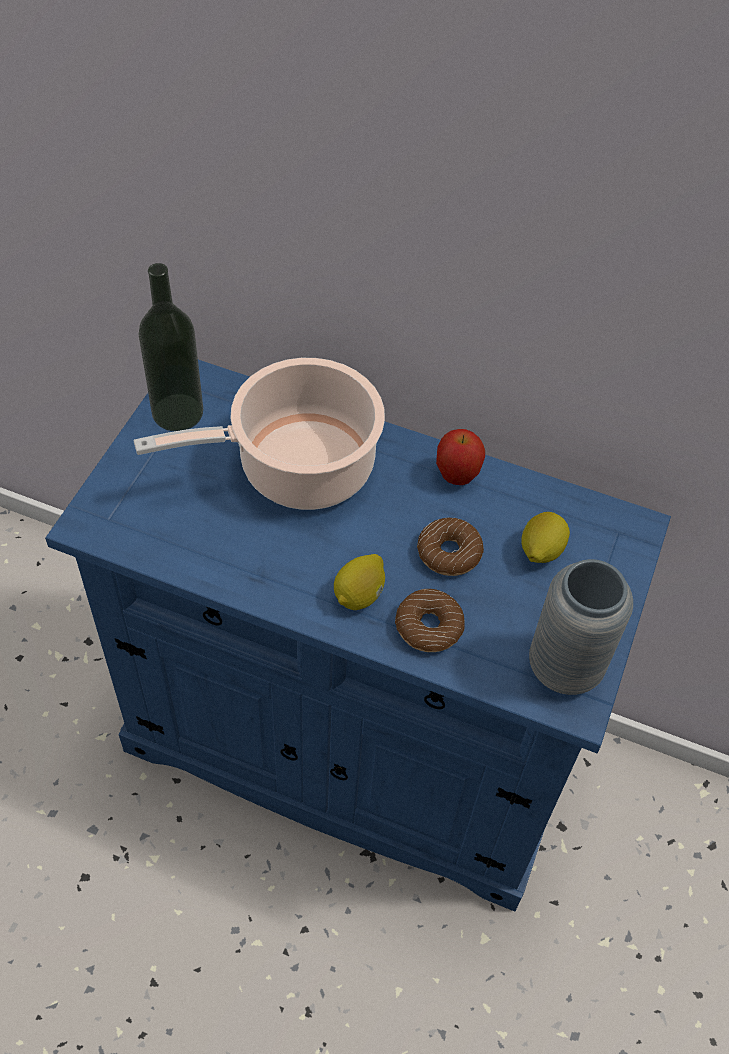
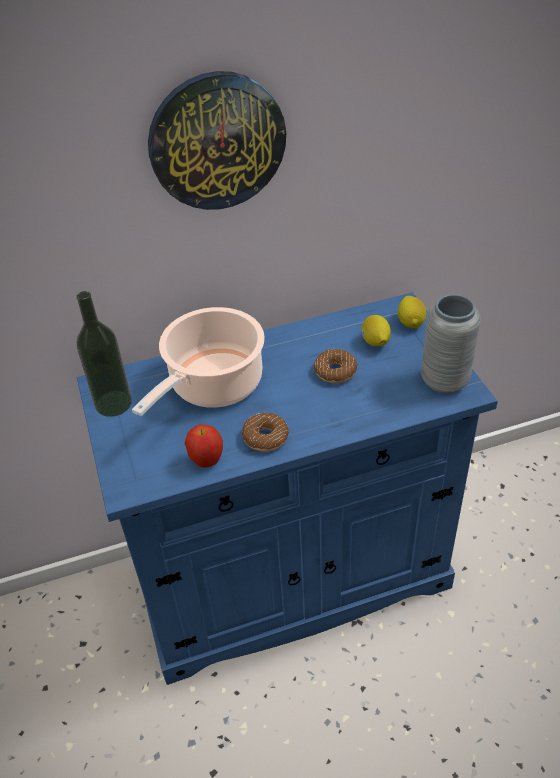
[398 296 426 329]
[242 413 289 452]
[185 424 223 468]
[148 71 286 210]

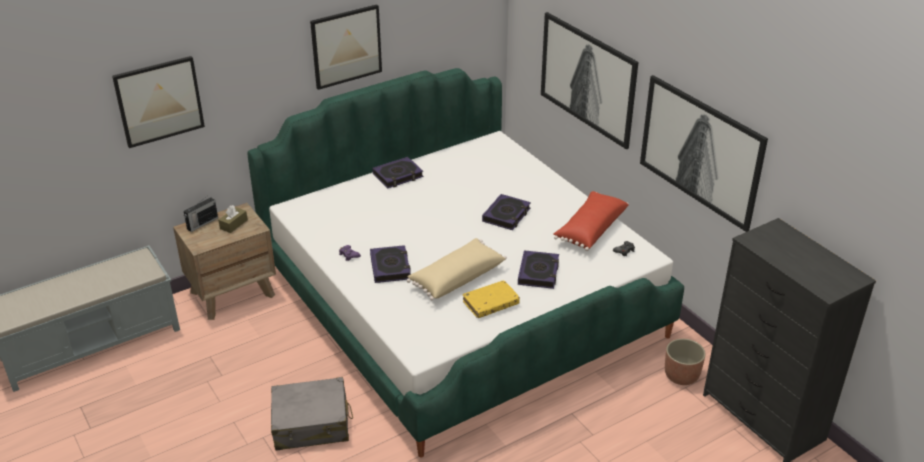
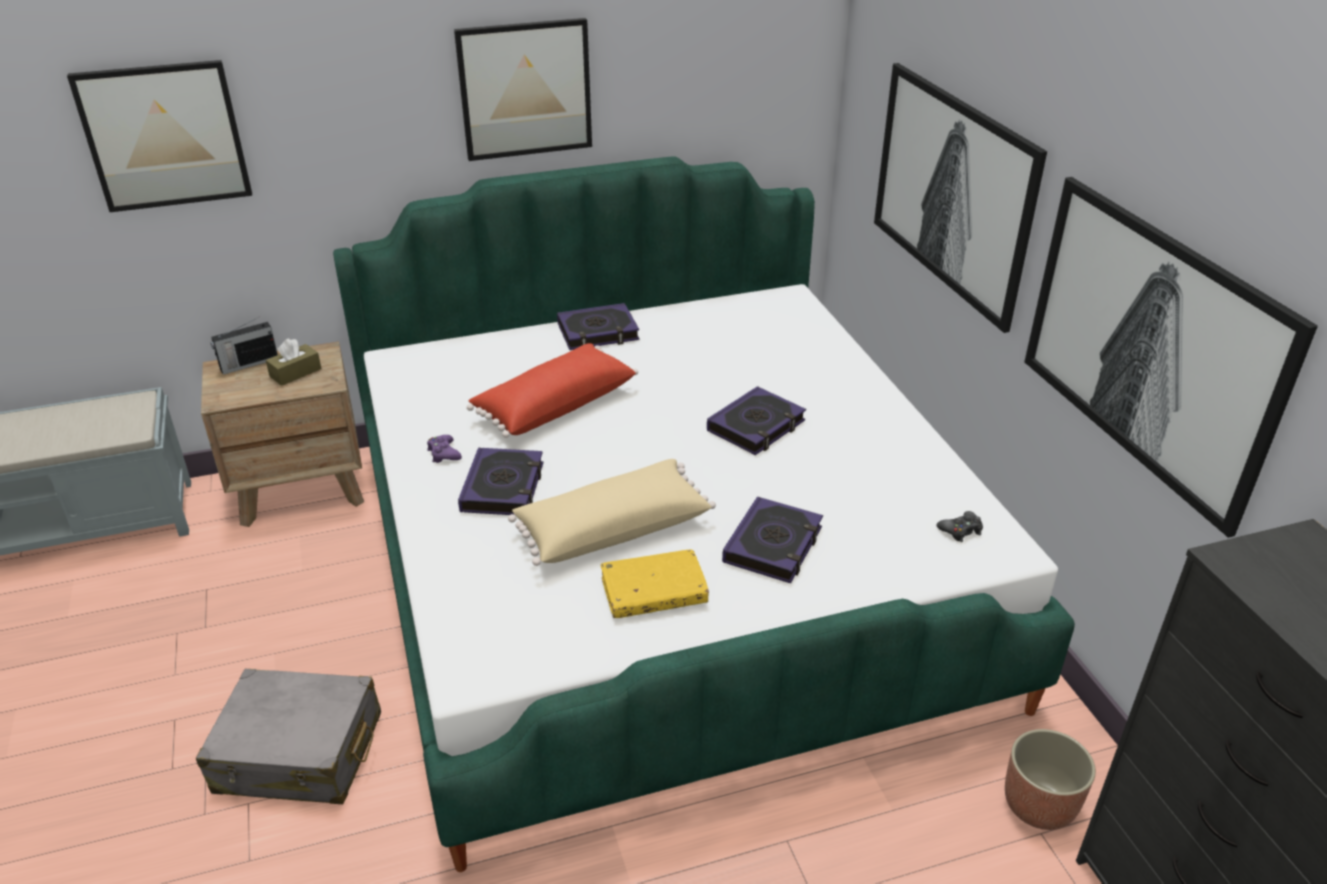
[467 343 638 438]

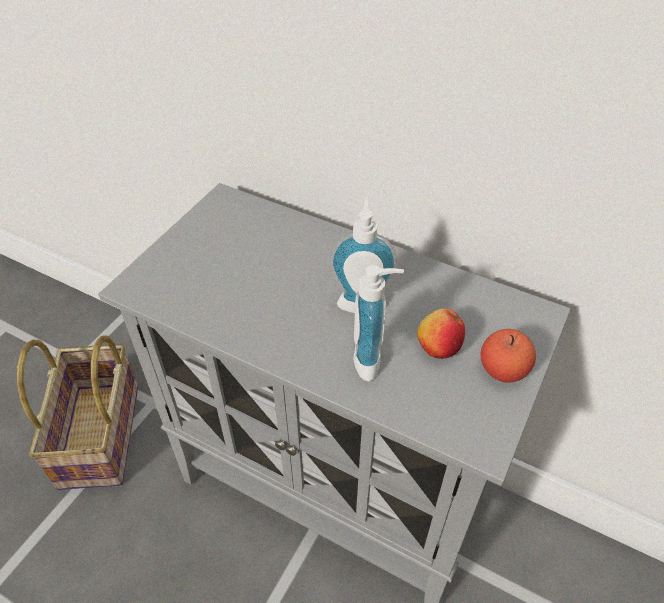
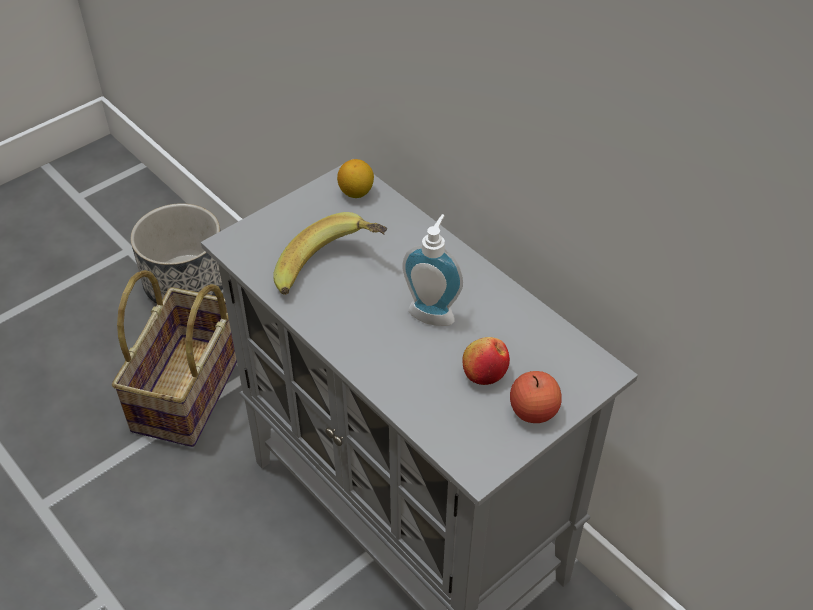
[353 265 404 381] (first image)
[130 203 223 304]
[273 212 387 295]
[337 159 374 198]

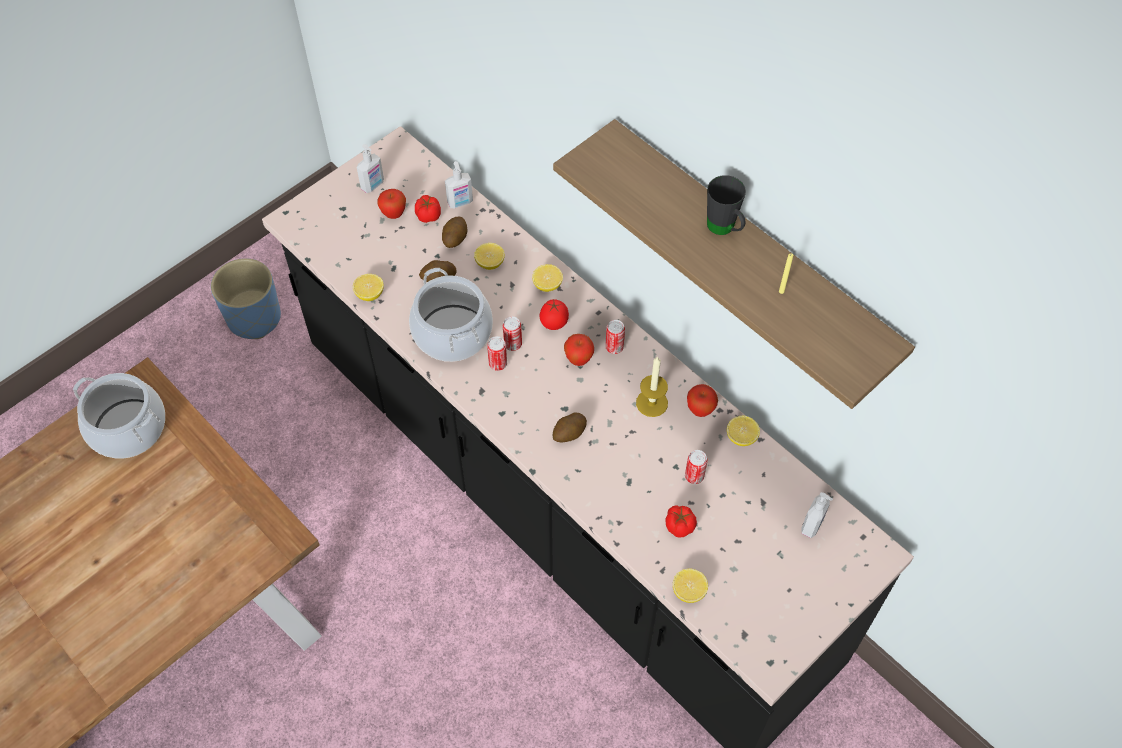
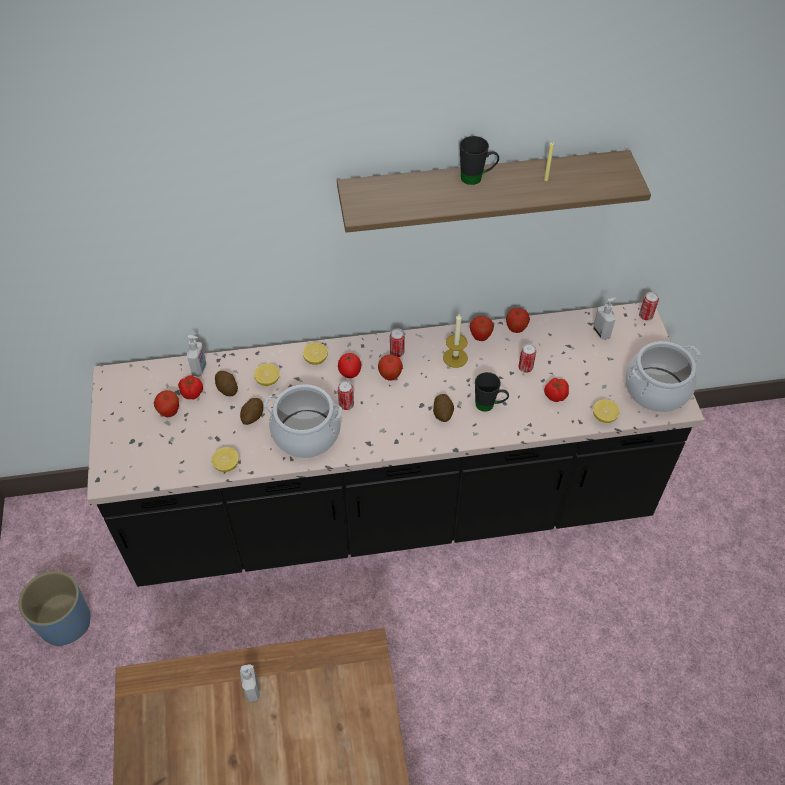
[625 341 701 412]
[240 664 260 702]
[639 292 659 320]
[506 308 530 333]
[475 372 509 412]

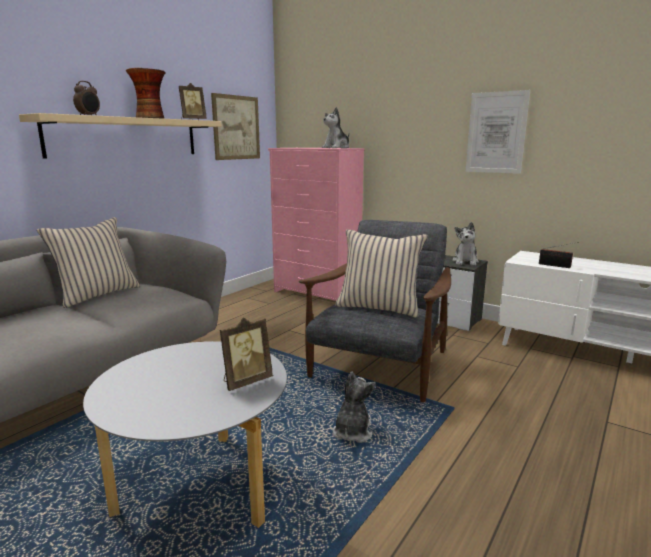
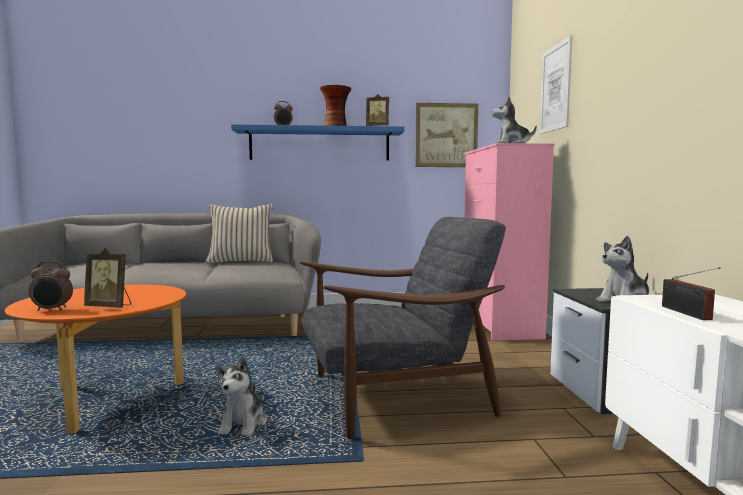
[231 124 404 161]
[5 284 186 433]
[215 356 267 436]
[335 229 428 318] (first image)
[539 35 572 134]
[29 261 73 311]

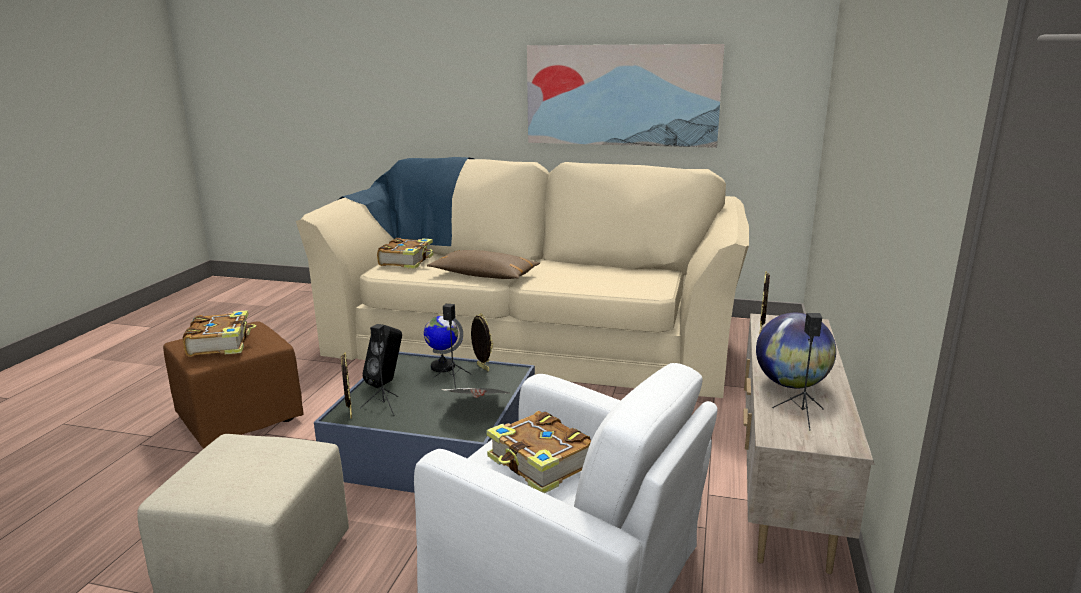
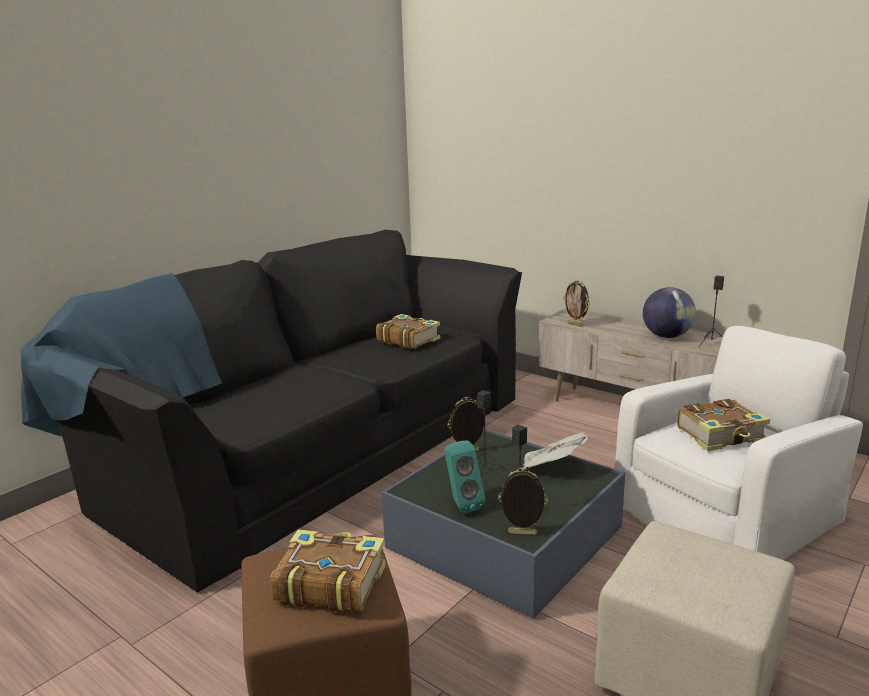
[20 230 522 593]
[444 440 485 514]
[376 314 440 349]
[424 316 463 372] (first image)
[427 250 540 279] (first image)
[527 44 724 148] (first image)

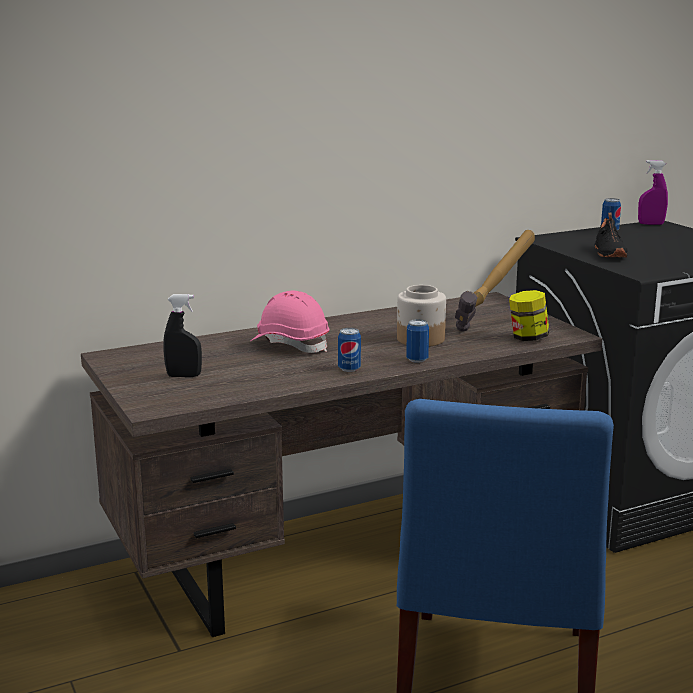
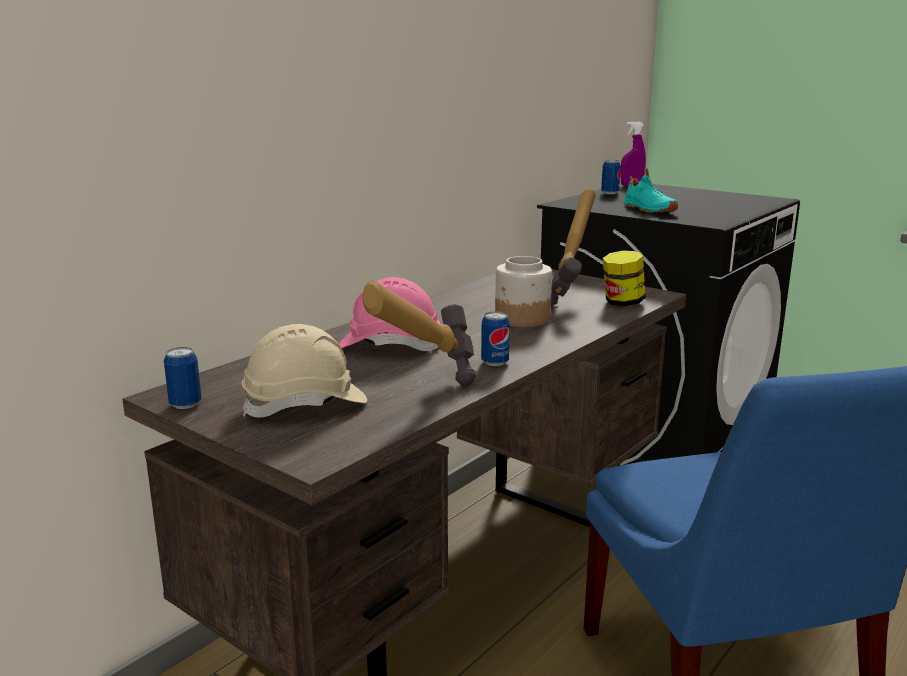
[241 324 367 418]
[164 347 202 409]
[623 168 678 213]
[363 281 476 385]

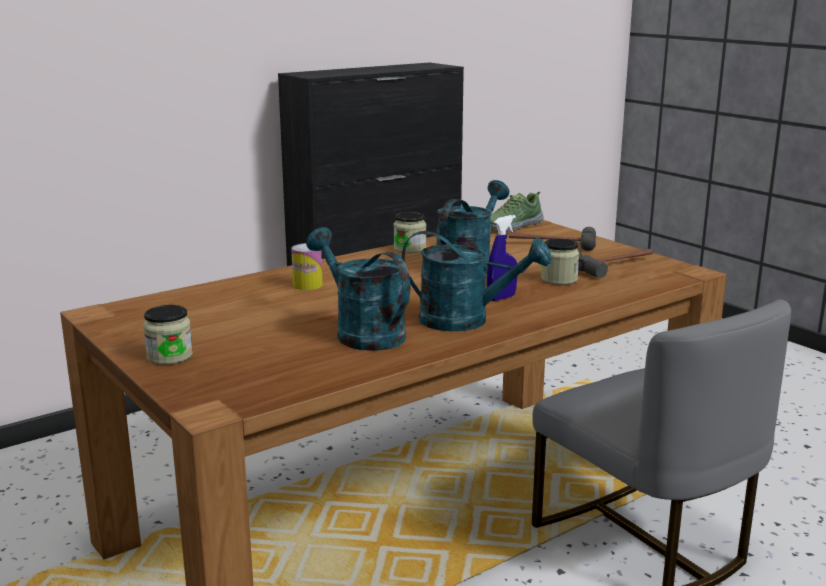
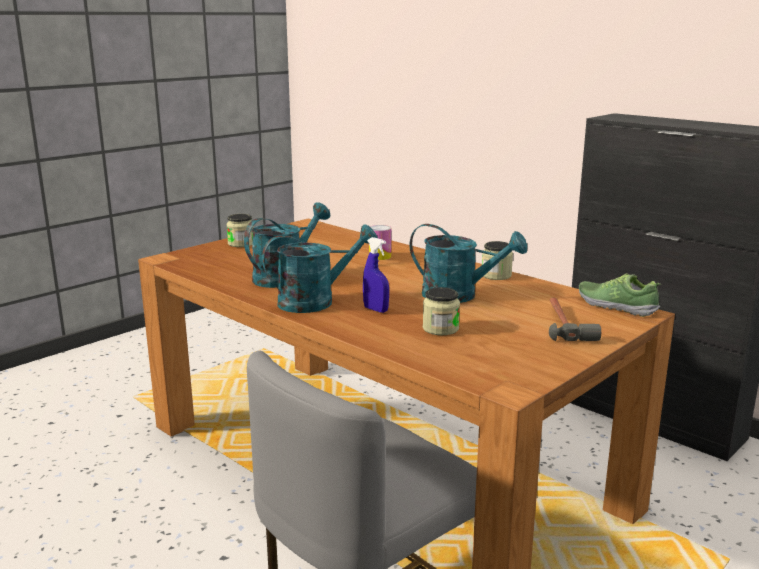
[262 224 378 313]
[578 249 653 278] (first image)

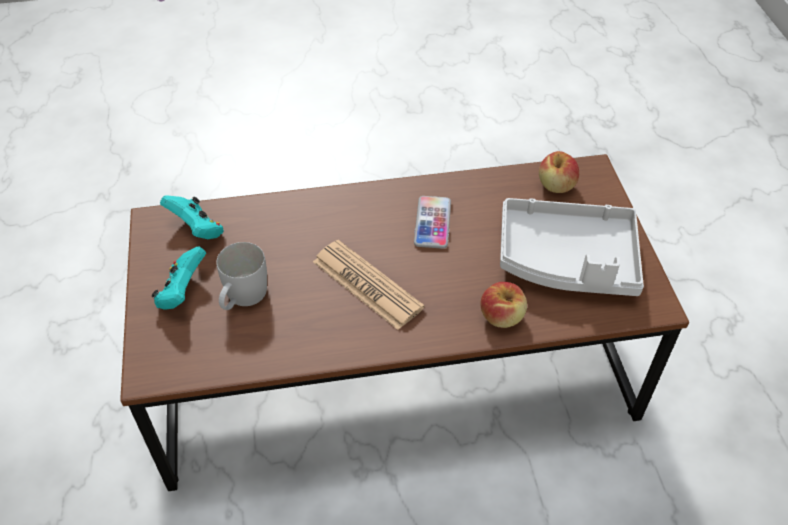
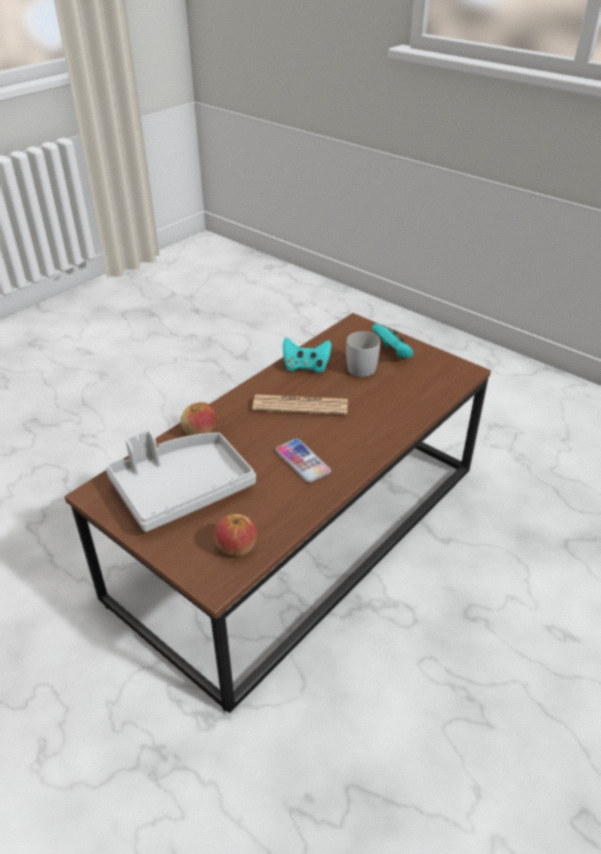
[283 338 332 373]

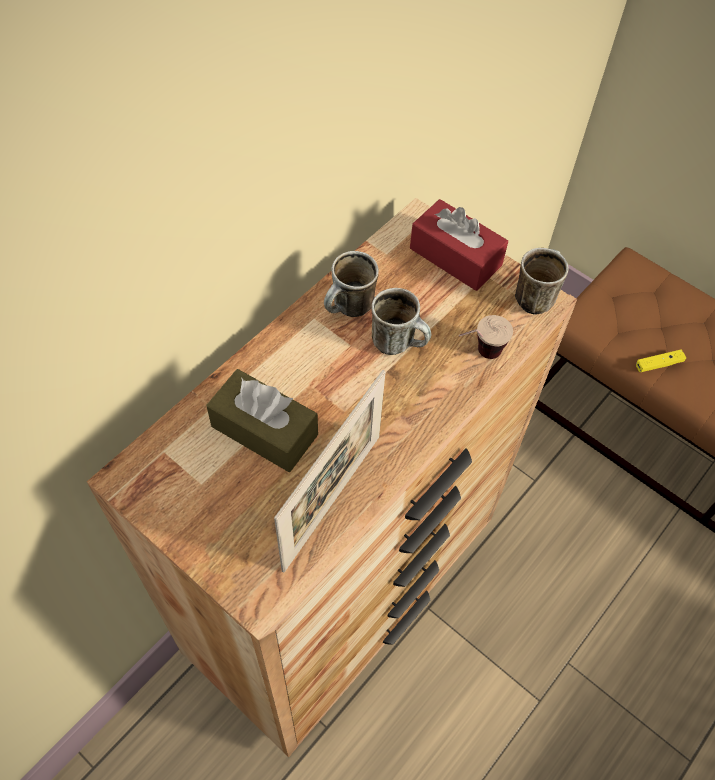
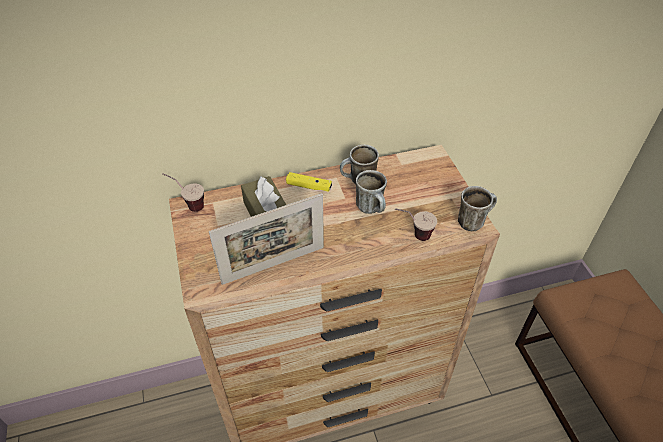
[410 199 508 291] (first image)
[286 172 332 192]
[162 173 204 212]

